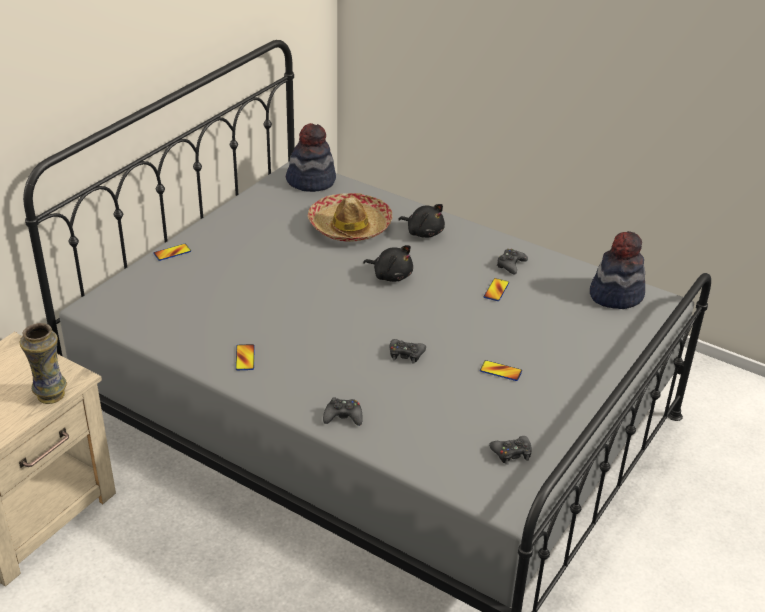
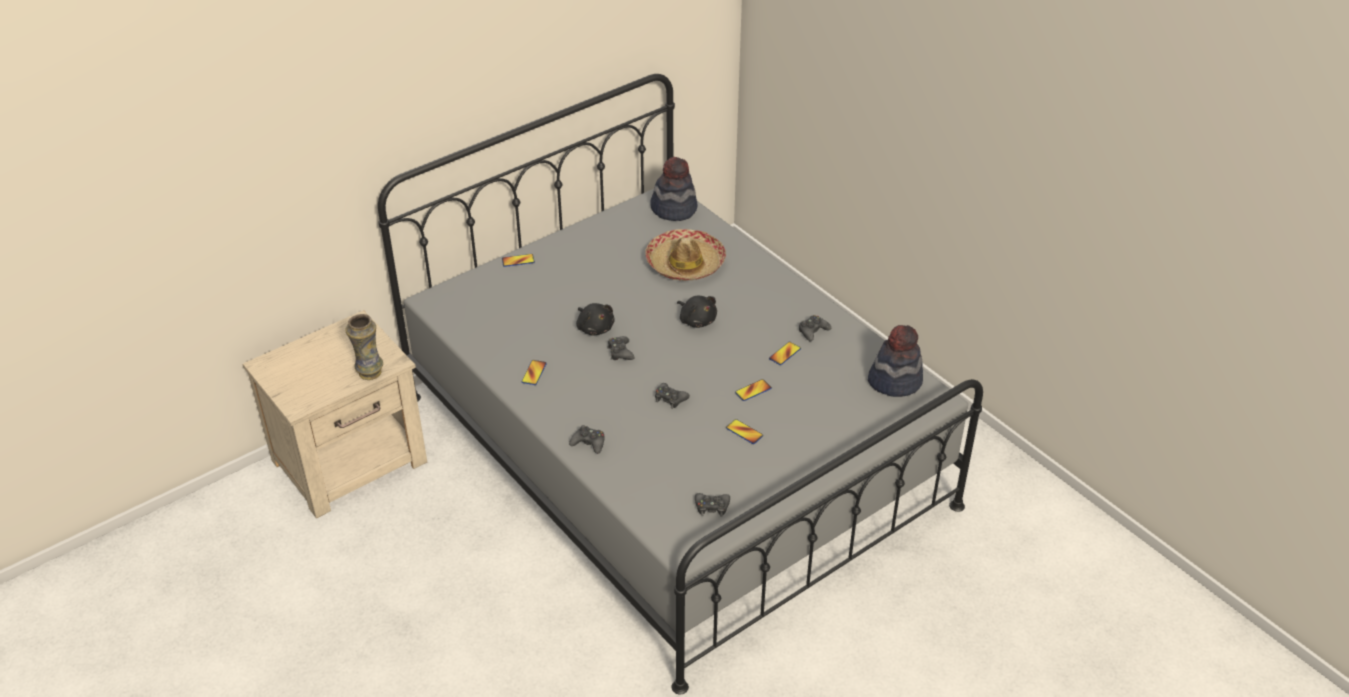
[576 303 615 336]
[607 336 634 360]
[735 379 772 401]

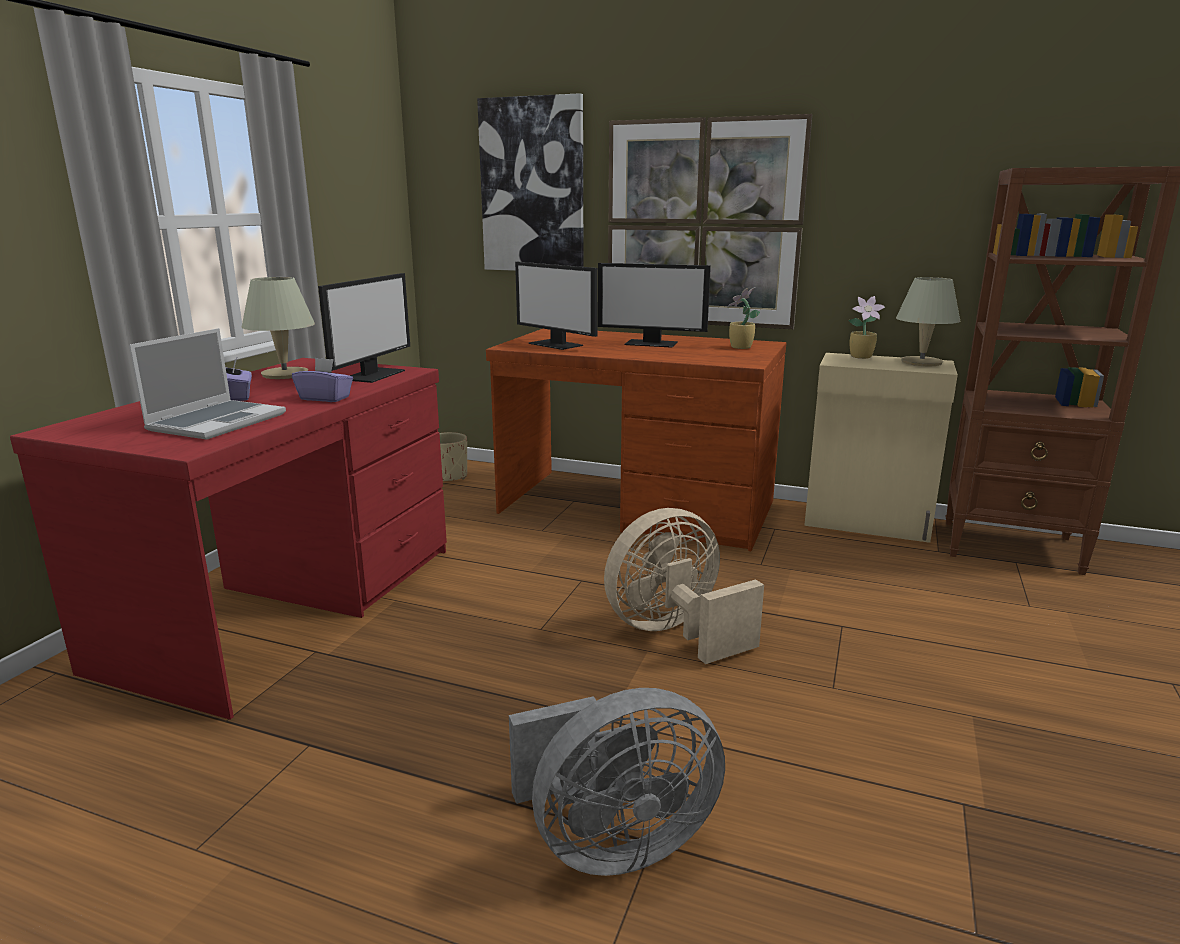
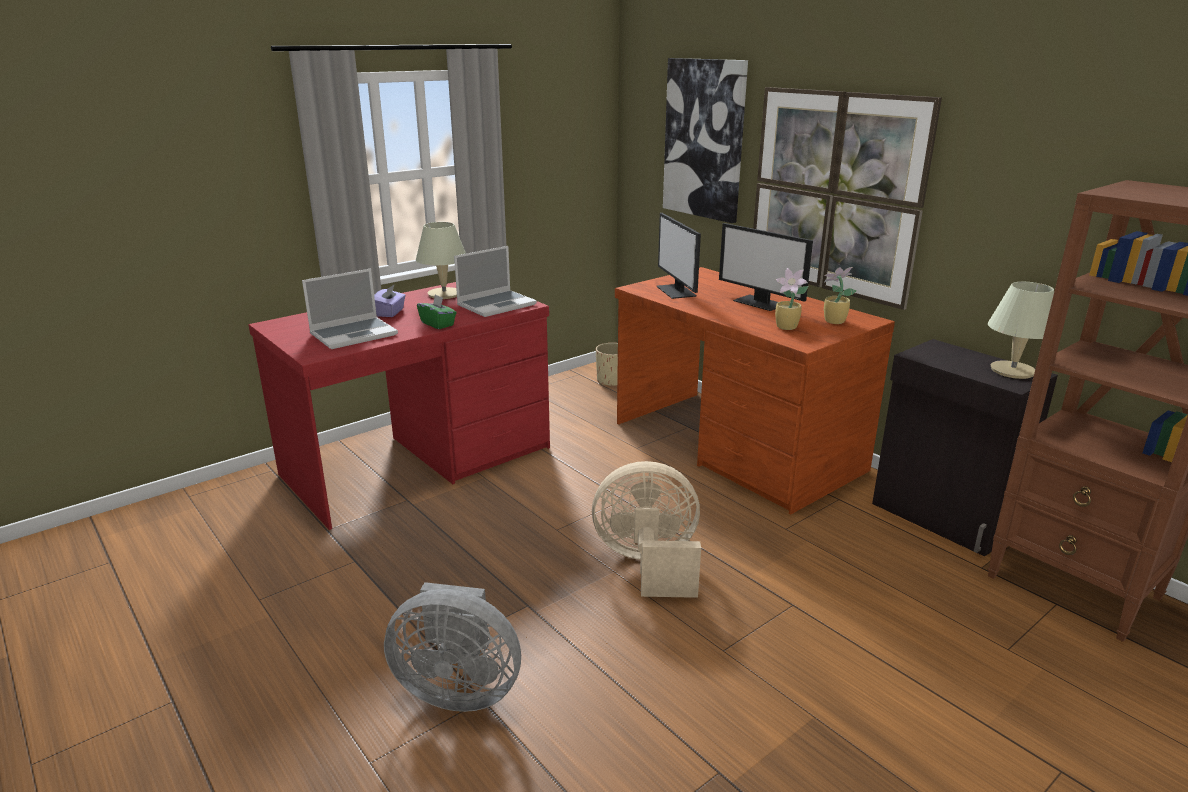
[417 294 457 329]
[454 246 537 317]
[872 339 1058 557]
[775 268 809 330]

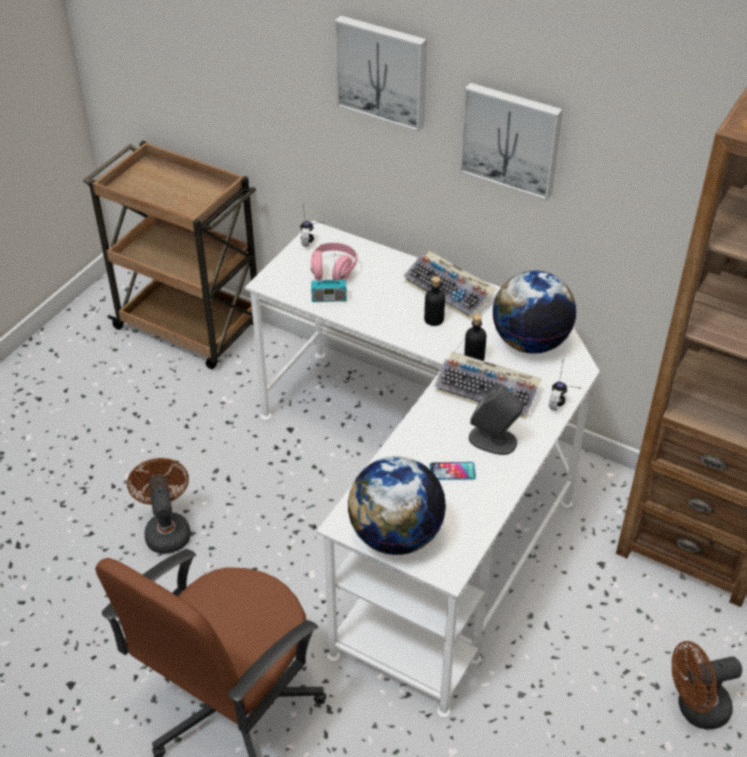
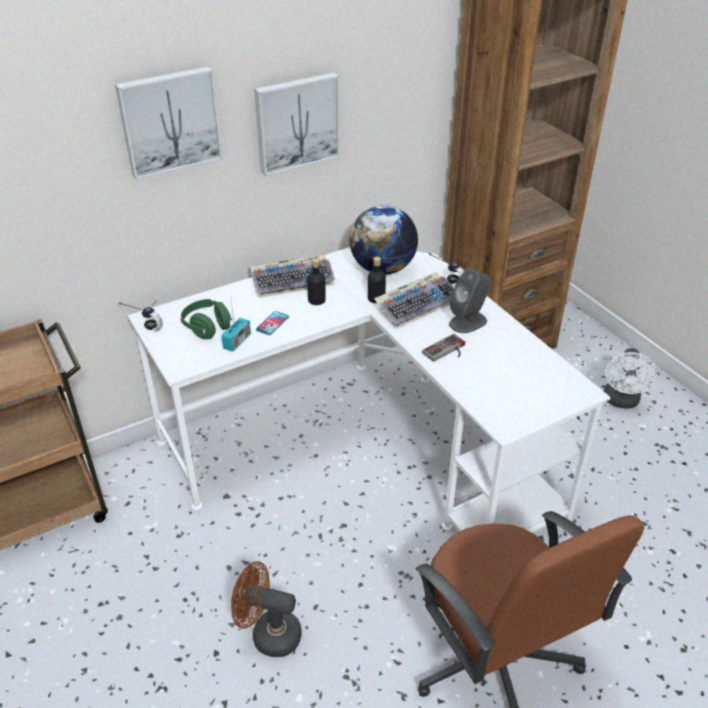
[181 299 232 339]
[348 456 446 555] (first image)
[256 311 289 335]
[604 348 657 408]
[422 334 465 362]

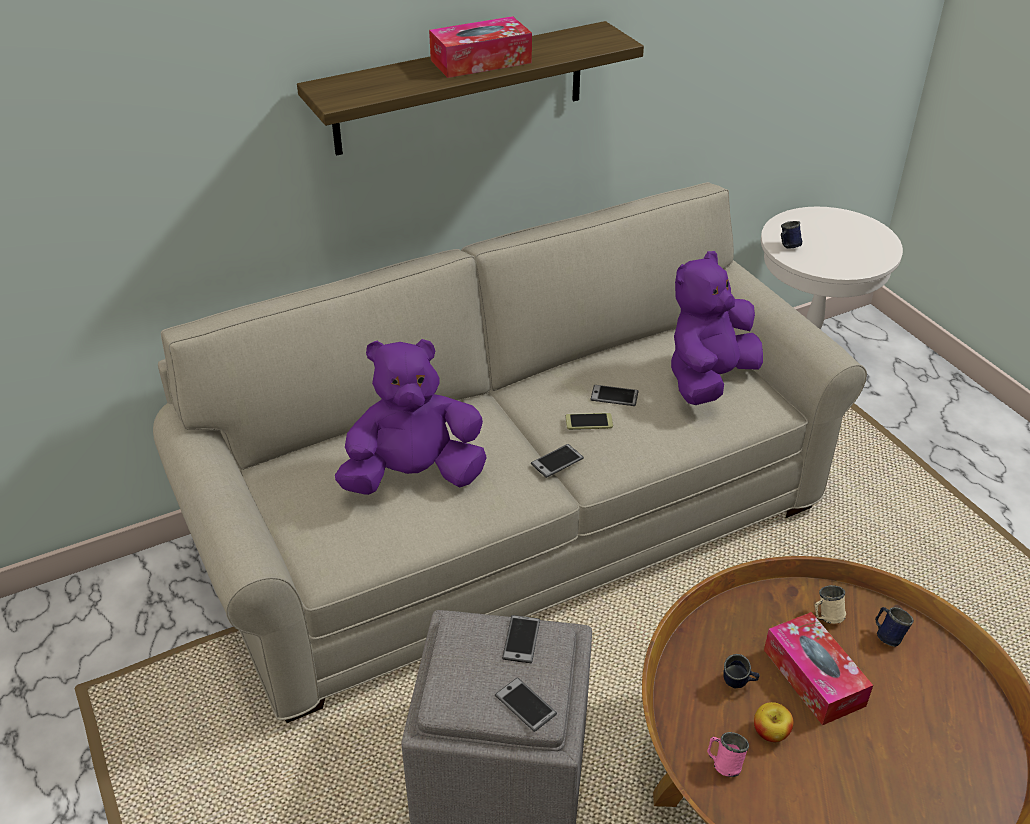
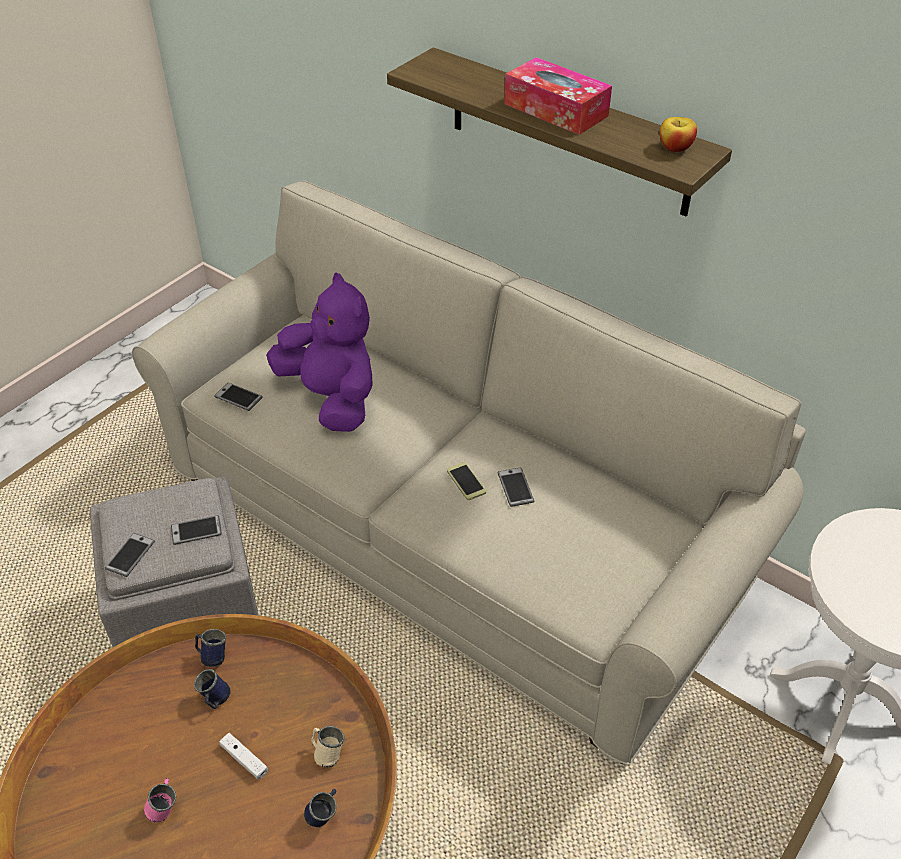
[214 382 263 411]
[671 251 763 405] (first image)
[144 778 176 822]
[660 117 697 152]
[219 733 268 780]
[195 629 226 667]

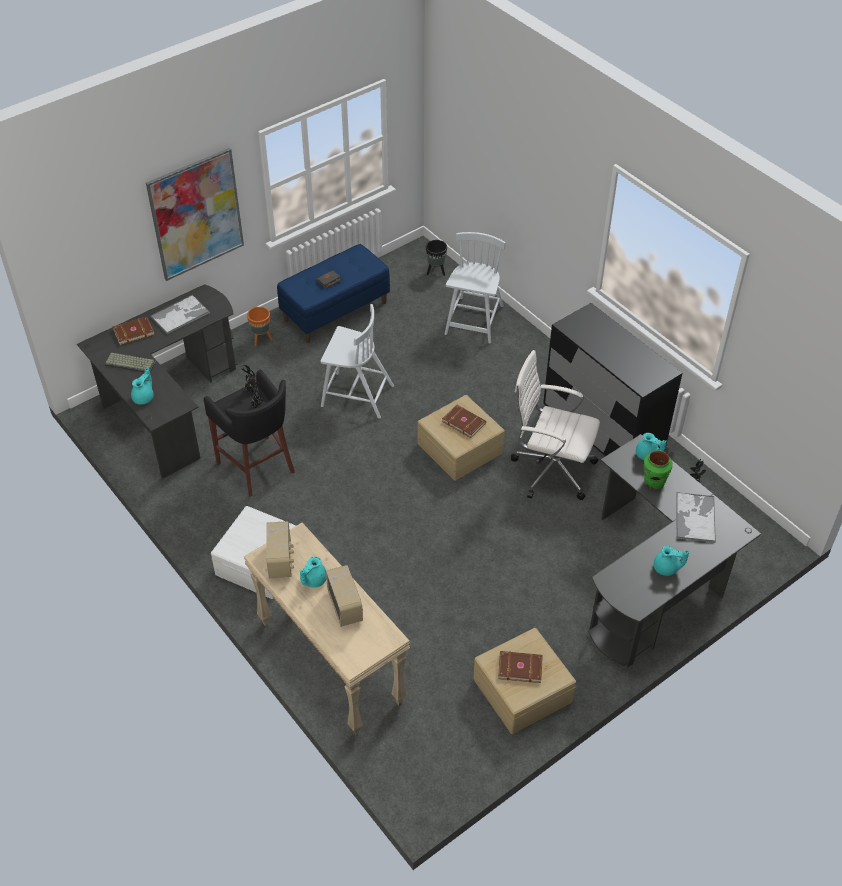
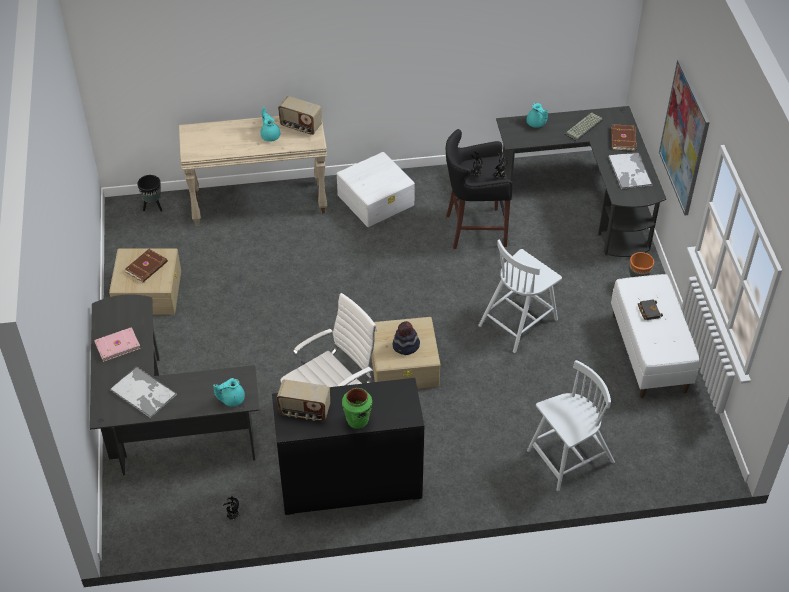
[611 274 700 398]
[277 379 330 421]
[137 175 162 212]
[393 321 420 355]
[527 360 615 491]
[342 388 372 429]
[94 327 141 362]

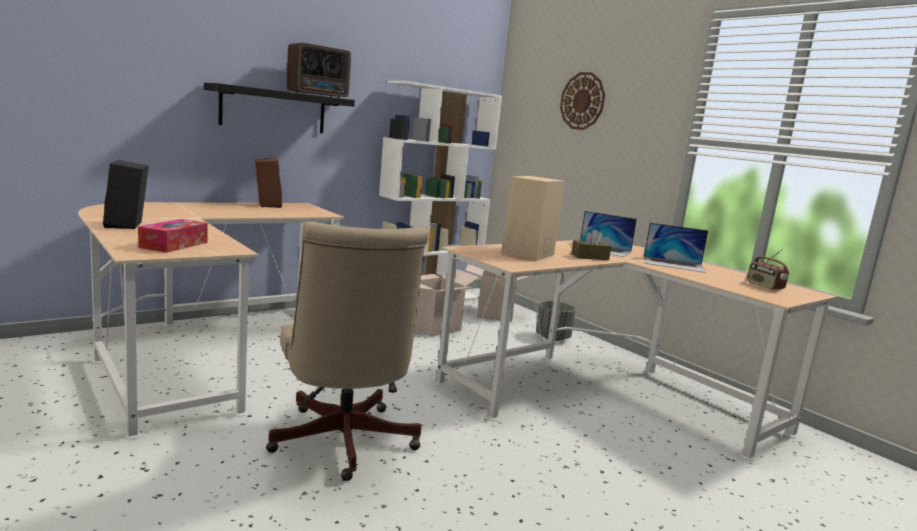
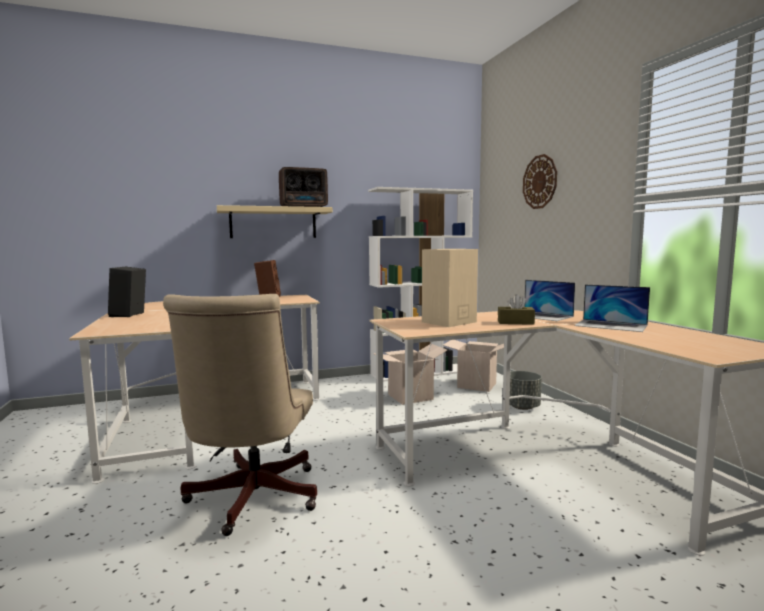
[138 219 208 253] (first image)
[217 205 333 238]
[747 249 789 290] (first image)

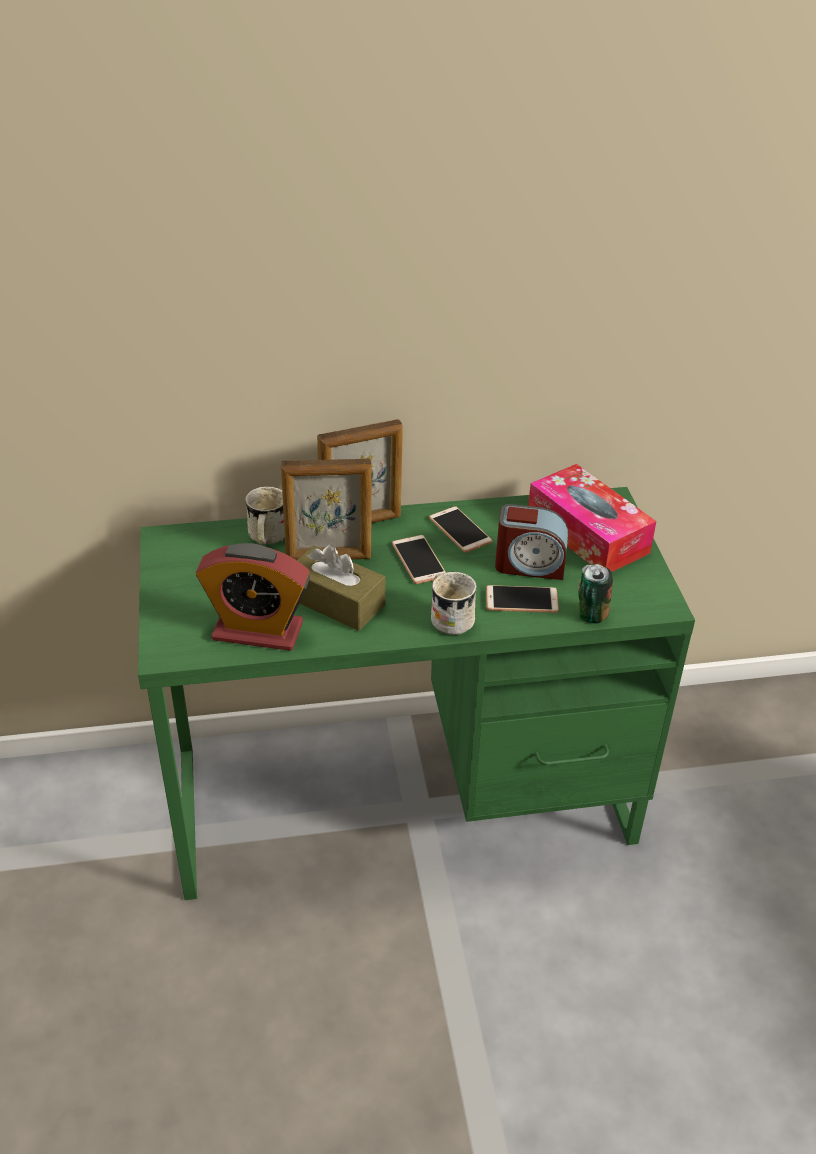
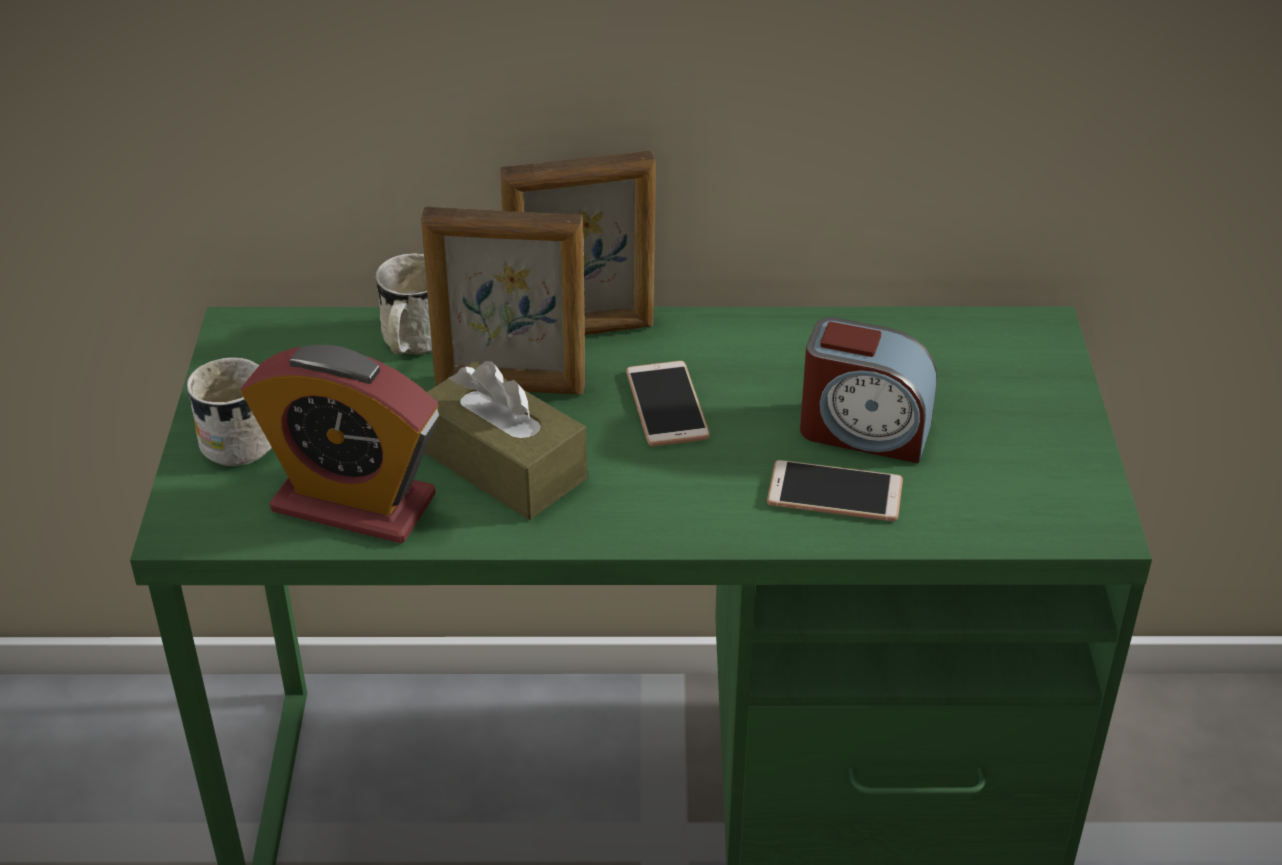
[429 506 492 553] (first image)
[186 357 272 466]
[528 464 656 572] (first image)
[578 564 613 623] (first image)

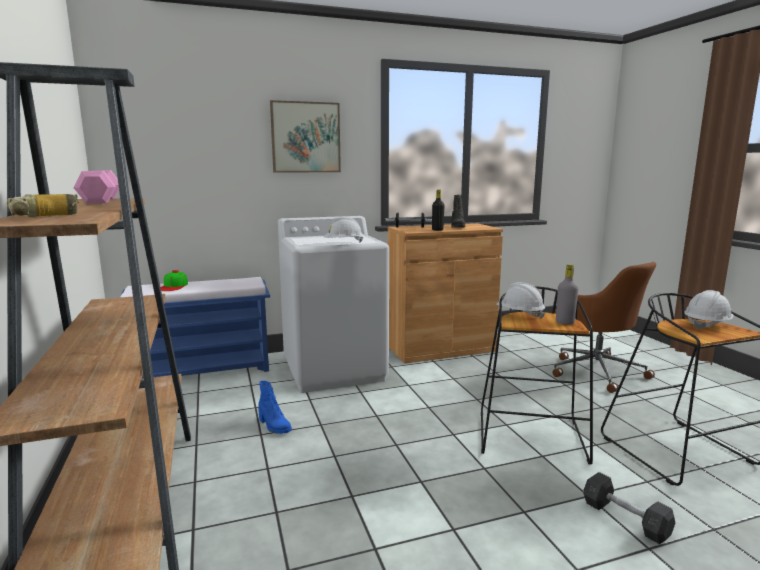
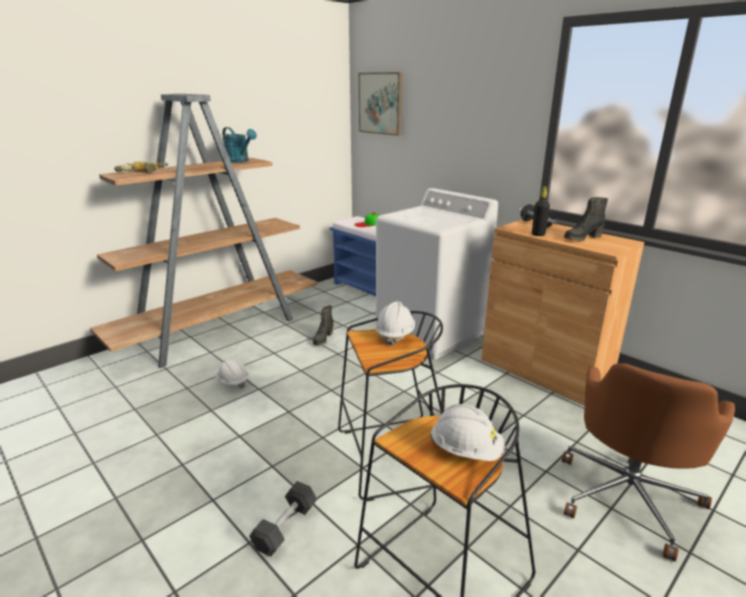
[222 127 257 163]
[313 306 334 345]
[359 72 403 136]
[215 358 248 389]
[556 264 578 325] (first image)

